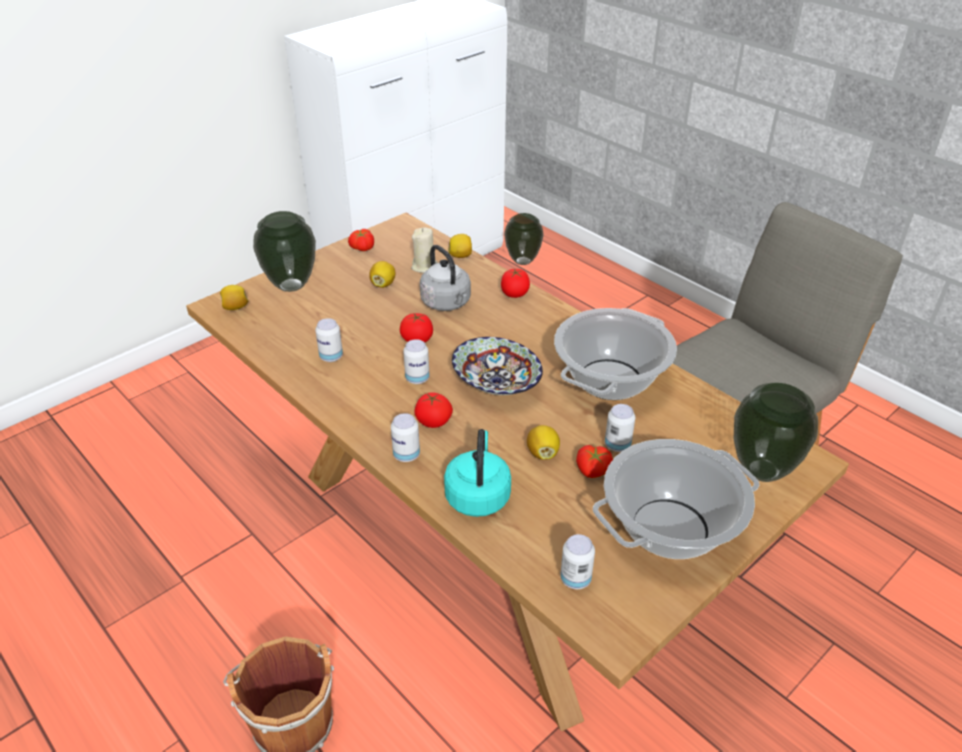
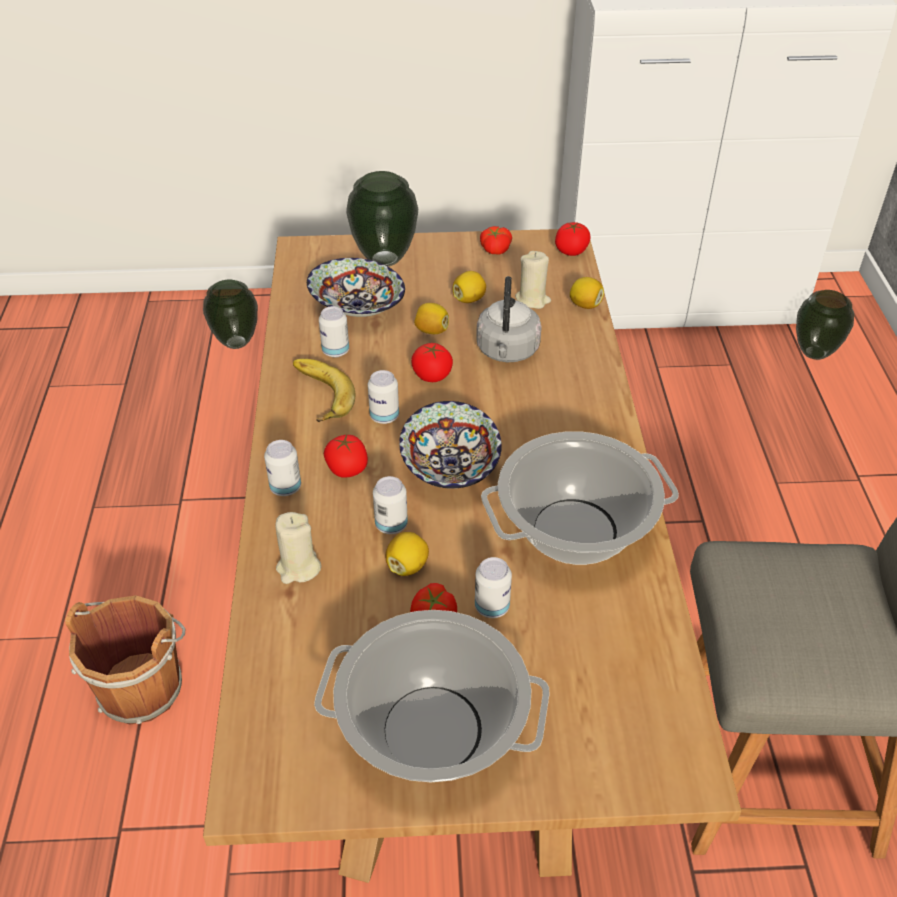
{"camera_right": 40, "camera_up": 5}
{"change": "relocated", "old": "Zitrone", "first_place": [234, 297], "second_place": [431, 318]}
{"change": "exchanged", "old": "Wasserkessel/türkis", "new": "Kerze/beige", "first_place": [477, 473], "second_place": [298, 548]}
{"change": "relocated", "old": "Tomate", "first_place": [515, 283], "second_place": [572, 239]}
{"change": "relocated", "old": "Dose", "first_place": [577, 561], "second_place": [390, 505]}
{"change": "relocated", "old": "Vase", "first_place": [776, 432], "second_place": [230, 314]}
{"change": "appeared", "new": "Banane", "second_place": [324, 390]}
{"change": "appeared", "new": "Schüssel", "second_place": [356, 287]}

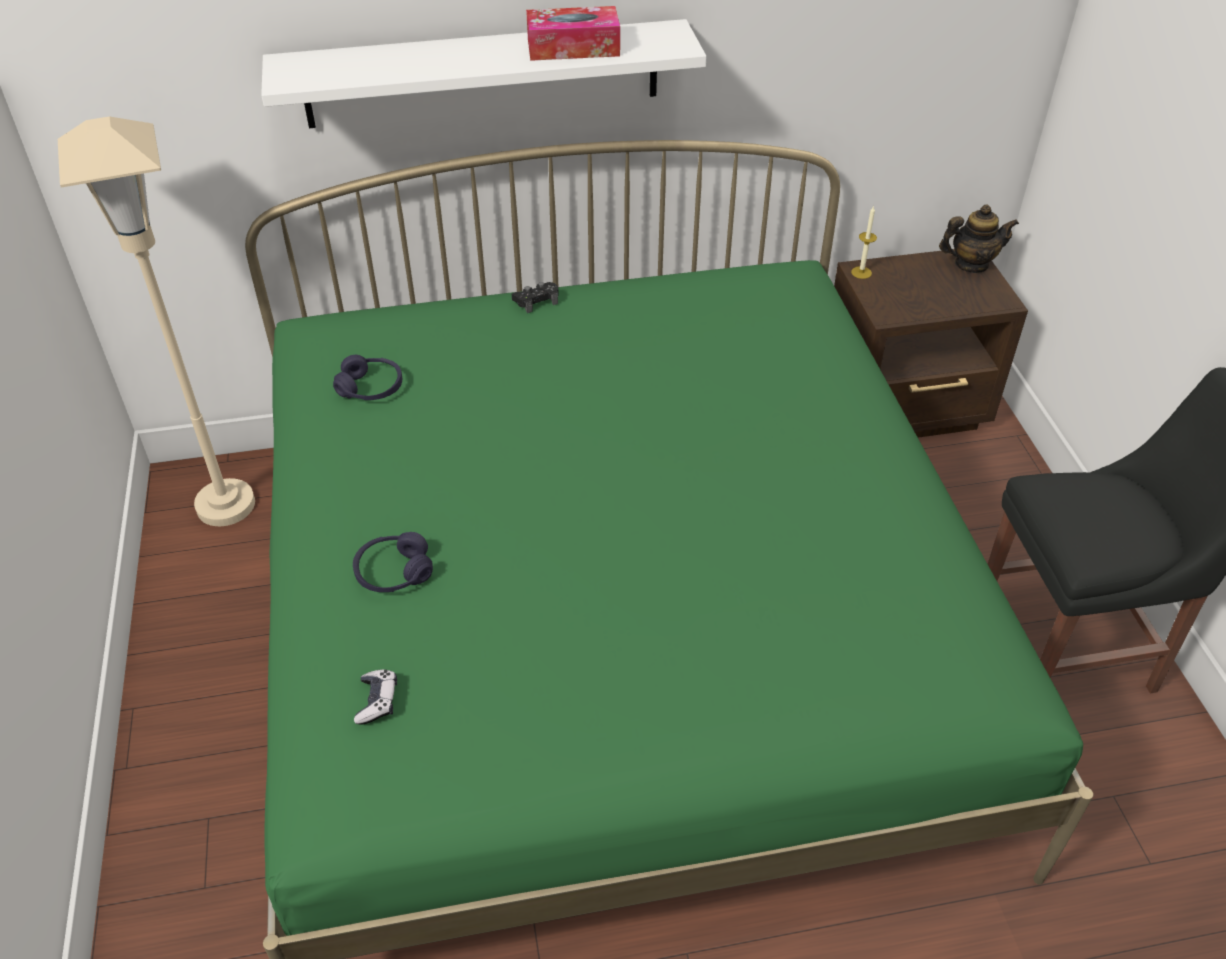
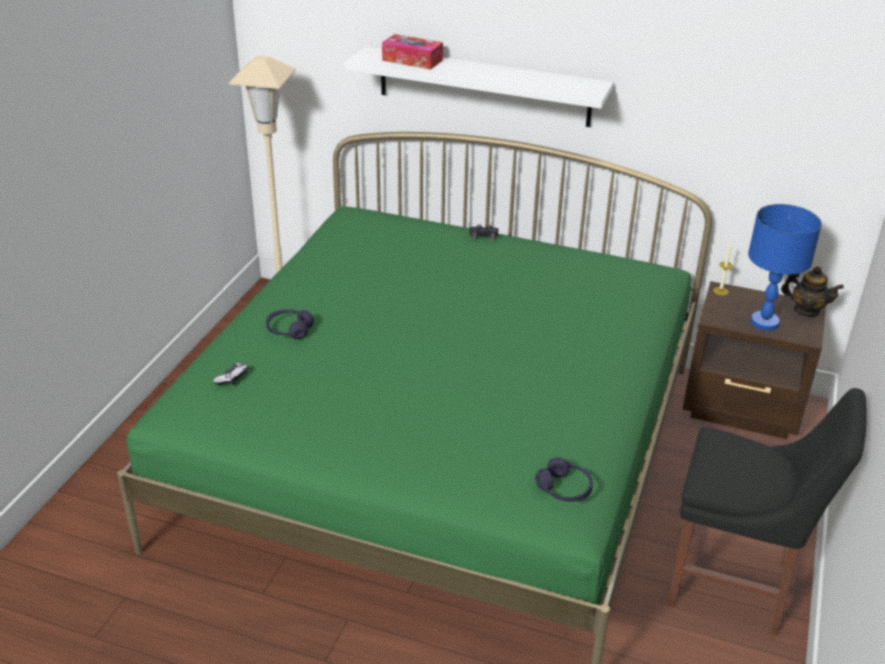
{"camera_right": 30, "camera_up": -10}
{"change": "relocated", "old": "Kopfhörer/lila", "first_place": [367, 377], "second_place": [564, 479]}
{"change": "relocated", "old": "Taschentuchbox", "first_place": [573, 33], "second_place": [412, 52]}
{"change": "appeared", "new": "Tischlampe/blau", "second_place": [785, 267]}

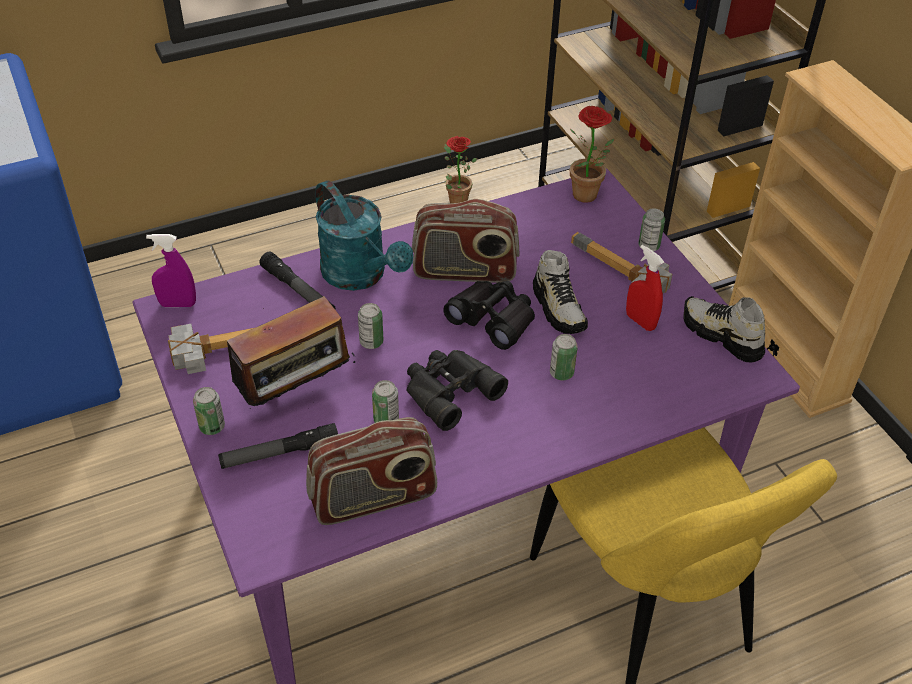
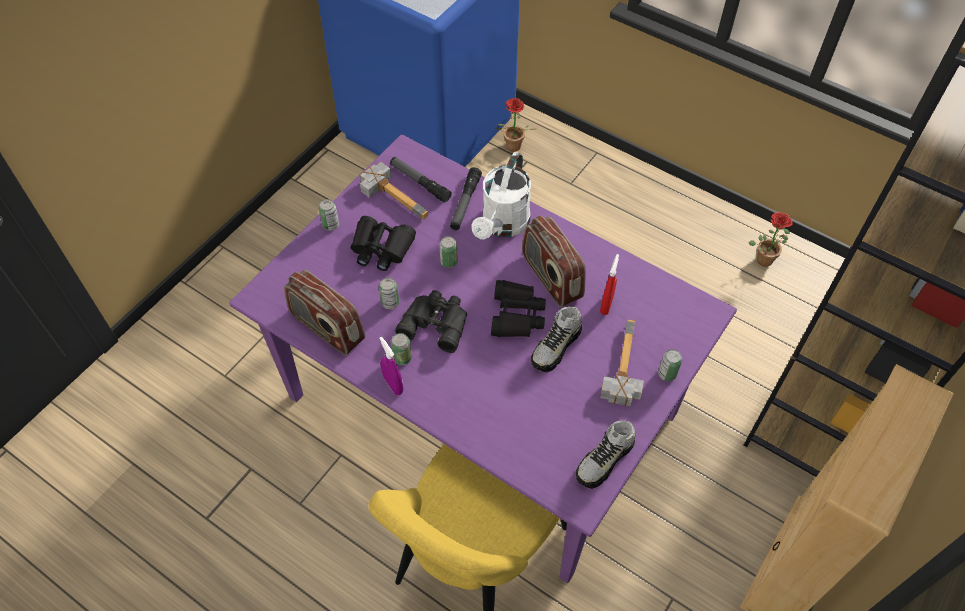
{"camera_right": 60, "camera_up": 10}
{"change": "relocated", "old": "Sprühflasche/lila", "first_place": [171, 270], "second_place": [391, 366]}
{"change": "exchanged", "old": "Radio", "new": "Fernglas/schwarz", "first_place": [285, 352], "second_place": [383, 243]}
{"change": "relocated", "old": "Taschenlampe", "first_place": [278, 446], "second_place": [421, 180]}
{"change": "colour", "old": "Gießkanne/türkis", "new": "Gießkanne/weiß", "first_place": [364, 235], "second_place": [501, 195]}
{"change": "relocated", "old": "Dose", "first_place": [564, 357], "second_place": [401, 349]}
{"change": "relocated", "old": "Topfpflanze", "first_place": [591, 154], "second_place": [515, 125]}
{"change": "relocated", "old": "Sprühflasche/rot", "first_place": [645, 288], "second_place": [609, 284]}
{"change": "spun", "old": "Schuh", "first_place": [724, 329], "second_place": [605, 455], "degrees": -150}

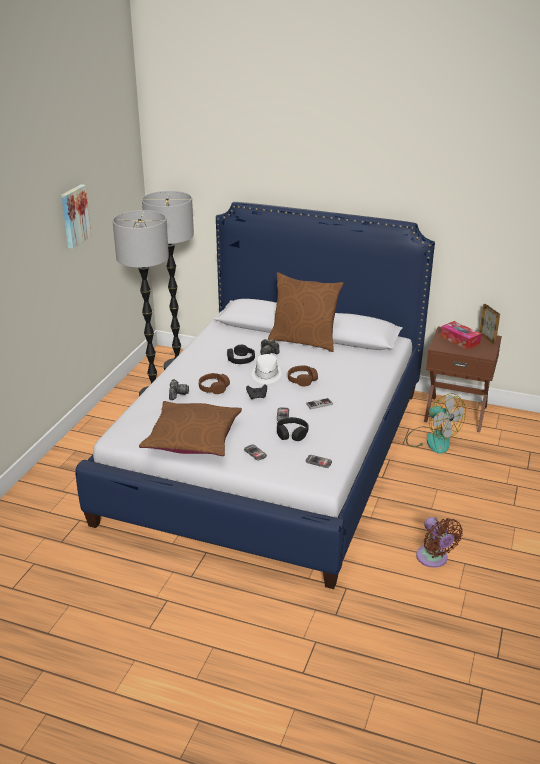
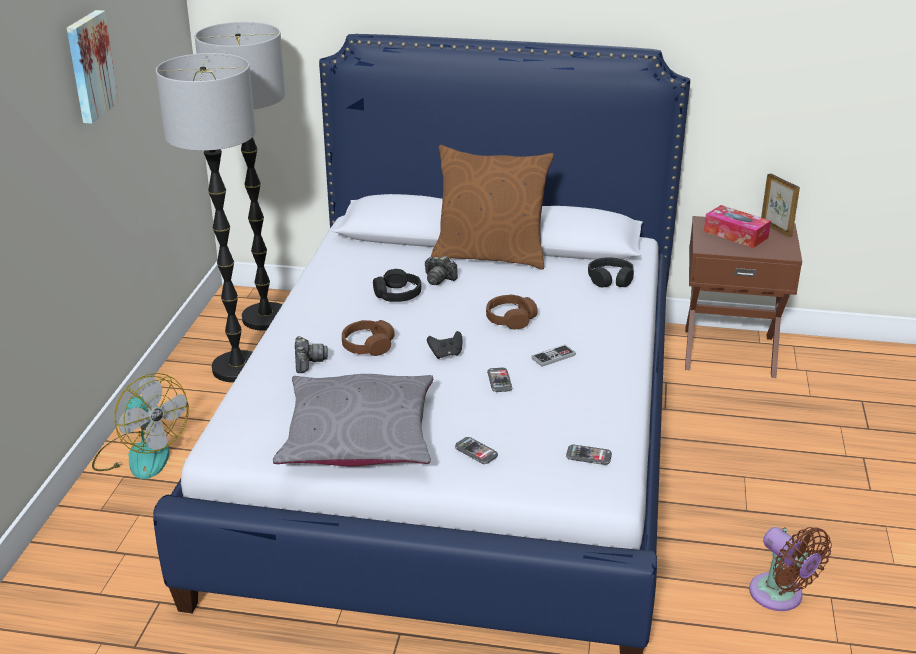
{"camera_right": -10, "camera_up": 0}
{"change": "colour", "old": "Kissen/braun", "new": "Kissen/grau", "first_place": [190, 428], "second_place": [353, 420]}
{"change": "missing", "old": "Hut/weiß", "first_place": [267, 369]}
{"change": "relocated", "old": "Kopfhörer/schwarz", "first_place": [293, 429], "second_place": [611, 272]}
{"change": "relocated", "old": "Ventilator", "first_place": [436, 423], "second_place": [140, 426]}

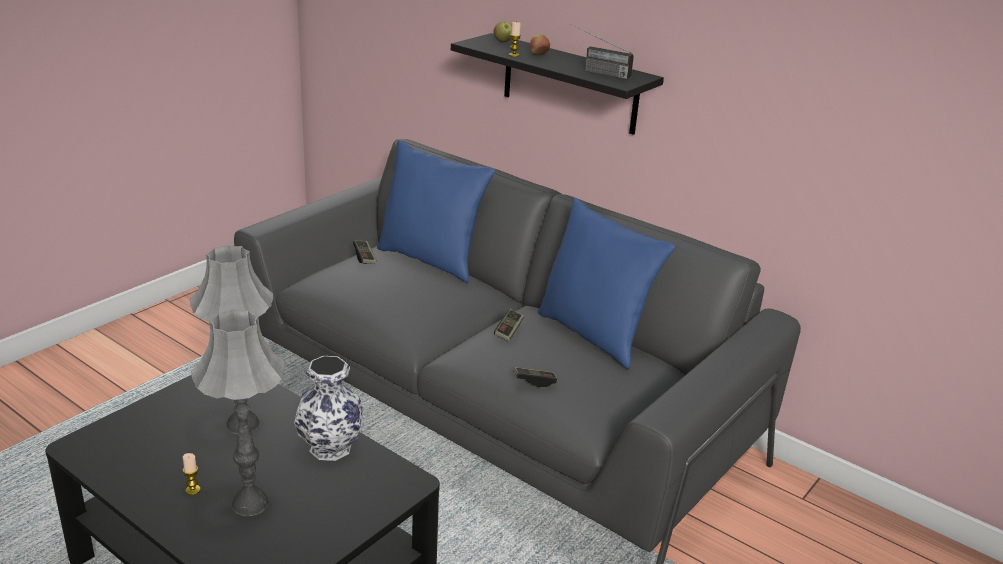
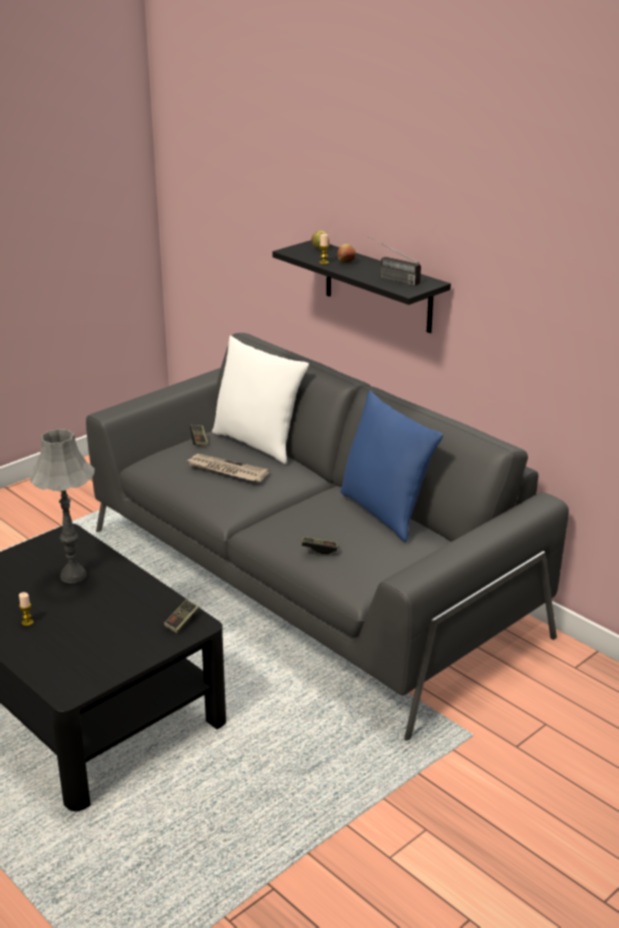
{"camera_right": 10, "camera_up": 0}
{"change": "missing", "old": "Tischlampe/grau", "first_place": [238, 412]}
{"change": "missing", "old": "Vase", "first_place": [329, 408]}
{"change": "colour", "old": "Kissen/blau", "new": "Kissen/weiß", "first_place": [436, 211], "second_place": [260, 399]}
{"change": "relocated", "old": "Gamepad", "first_place": [509, 325], "second_place": [181, 616]}
{"change": "appeared", "new": "Zeitung", "second_place": [228, 467]}

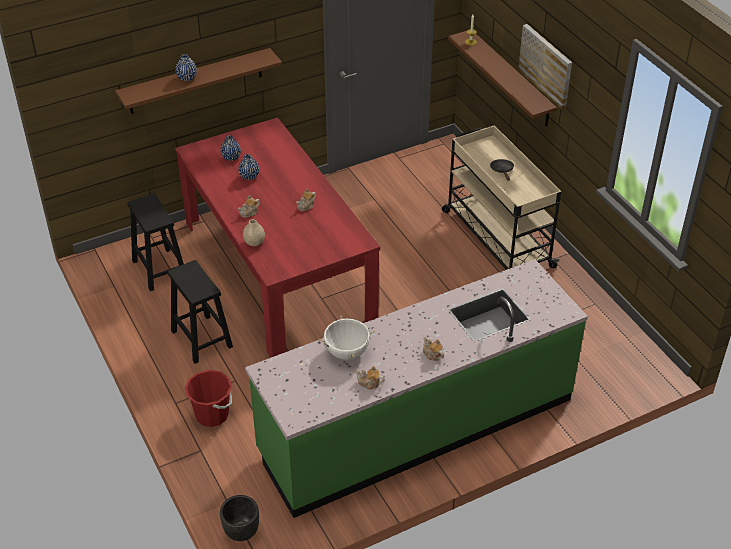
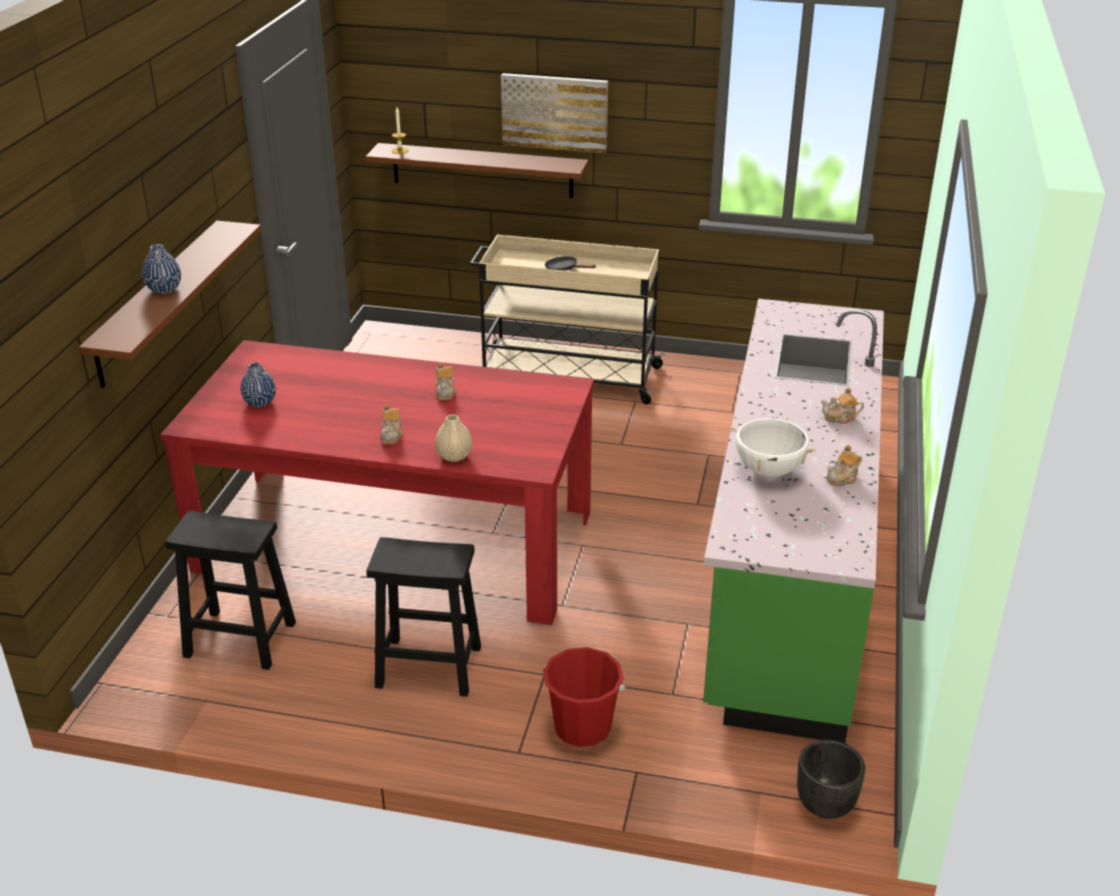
{"camera_right": -50, "camera_up": -10}
{"change": "missing", "old": "Vase/blau", "first_place": [248, 167]}

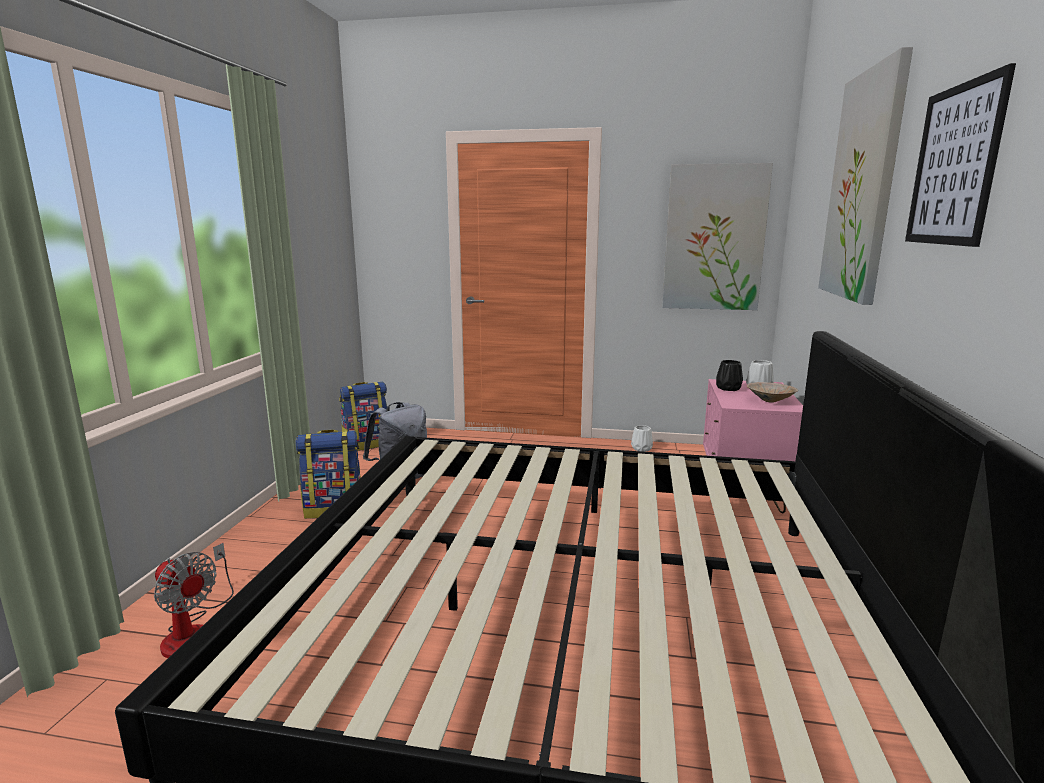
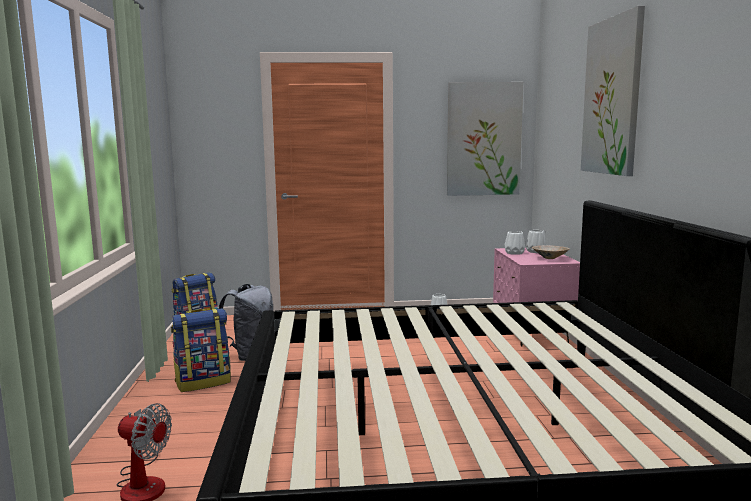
{"camera_right": -15, "camera_up": -5}
{"change": "colour", "old": "Vase/schwarz", "new": "Vase/weiß", "first_place": [729, 375], "second_place": [515, 243]}
{"change": "missing", "old": "Bild", "first_place": [960, 155]}

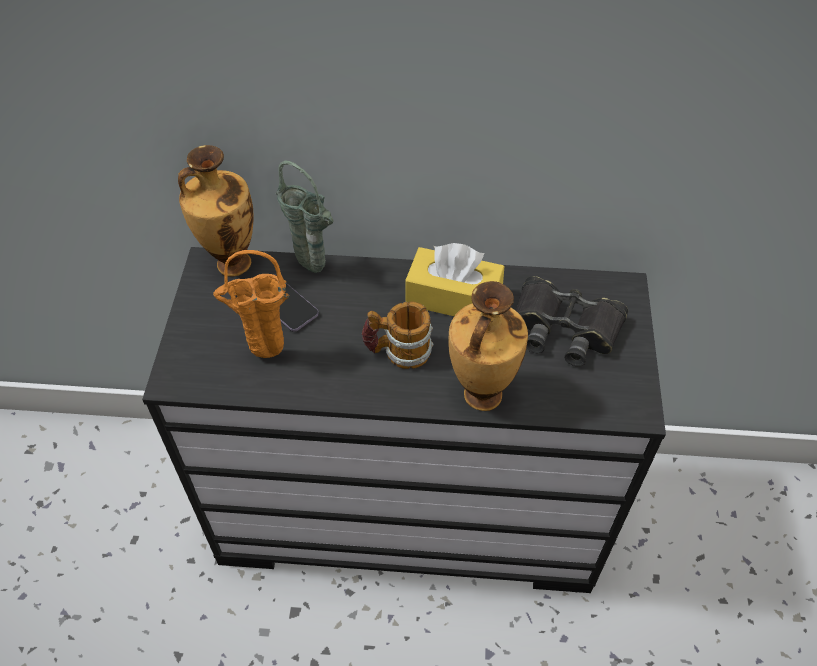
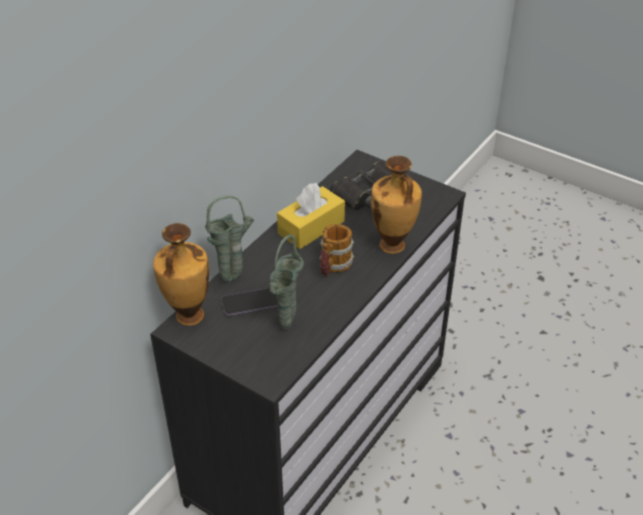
{"camera_right": -60, "camera_up": -10}
{"change": "colour", "old": "Vase/orange", "new": "Vase/grün", "first_place": [251, 304], "second_place": [287, 282]}

